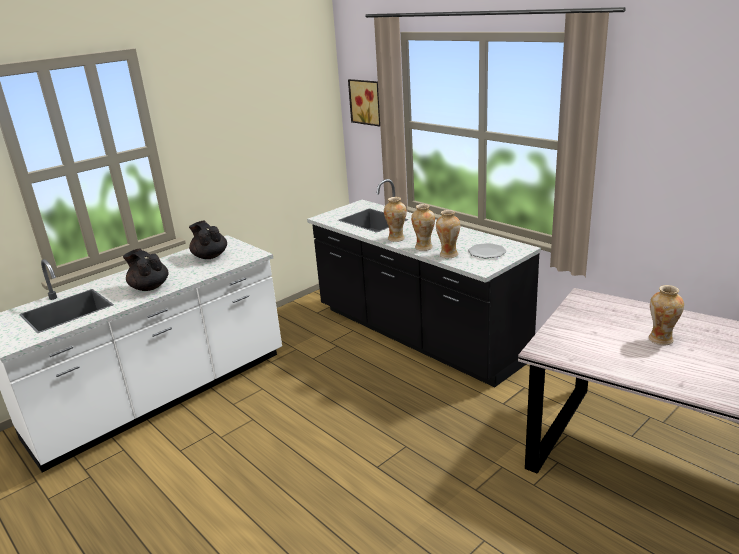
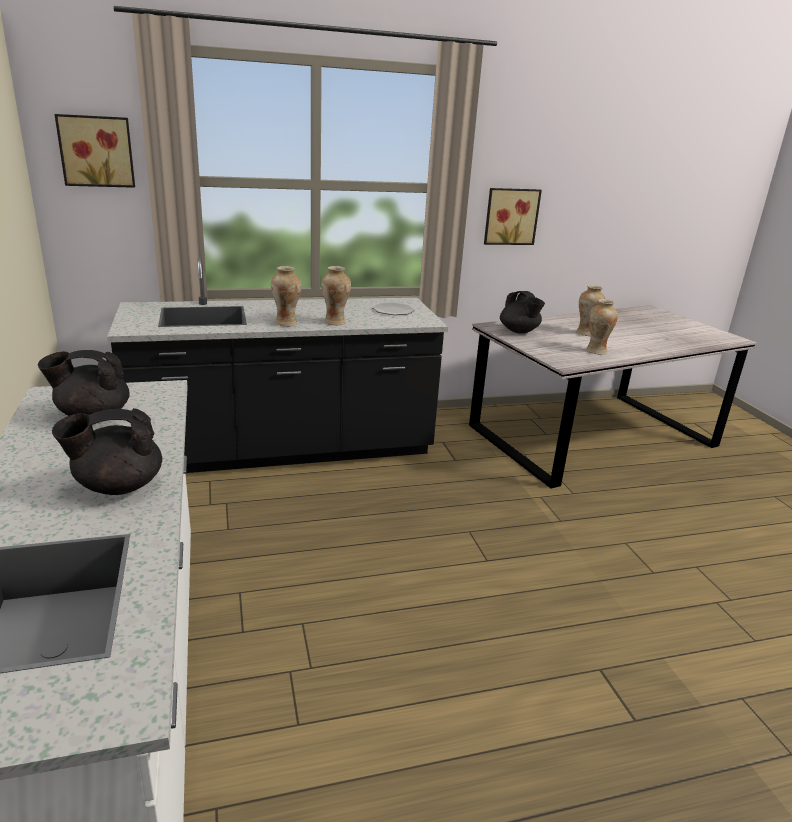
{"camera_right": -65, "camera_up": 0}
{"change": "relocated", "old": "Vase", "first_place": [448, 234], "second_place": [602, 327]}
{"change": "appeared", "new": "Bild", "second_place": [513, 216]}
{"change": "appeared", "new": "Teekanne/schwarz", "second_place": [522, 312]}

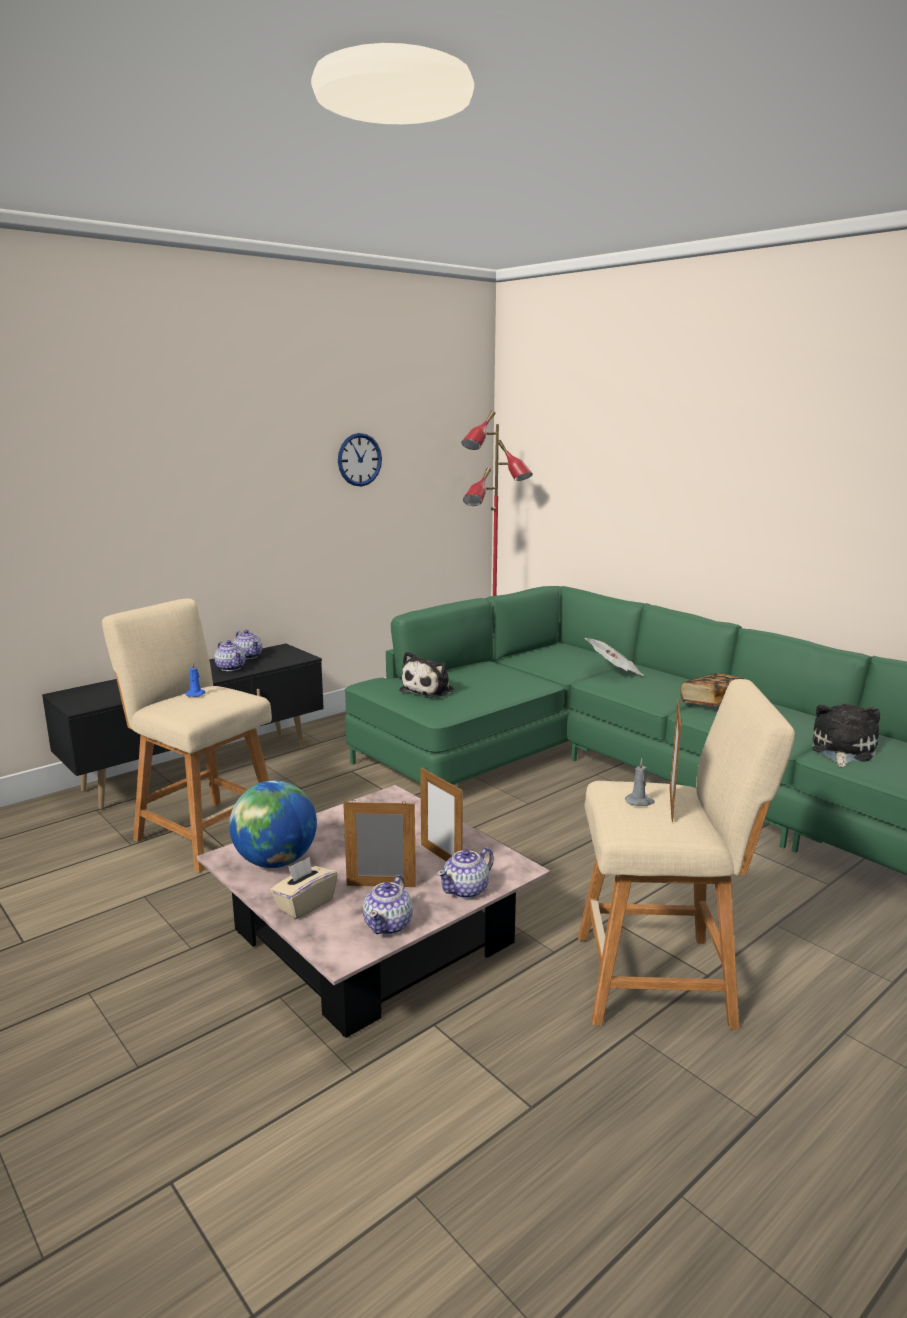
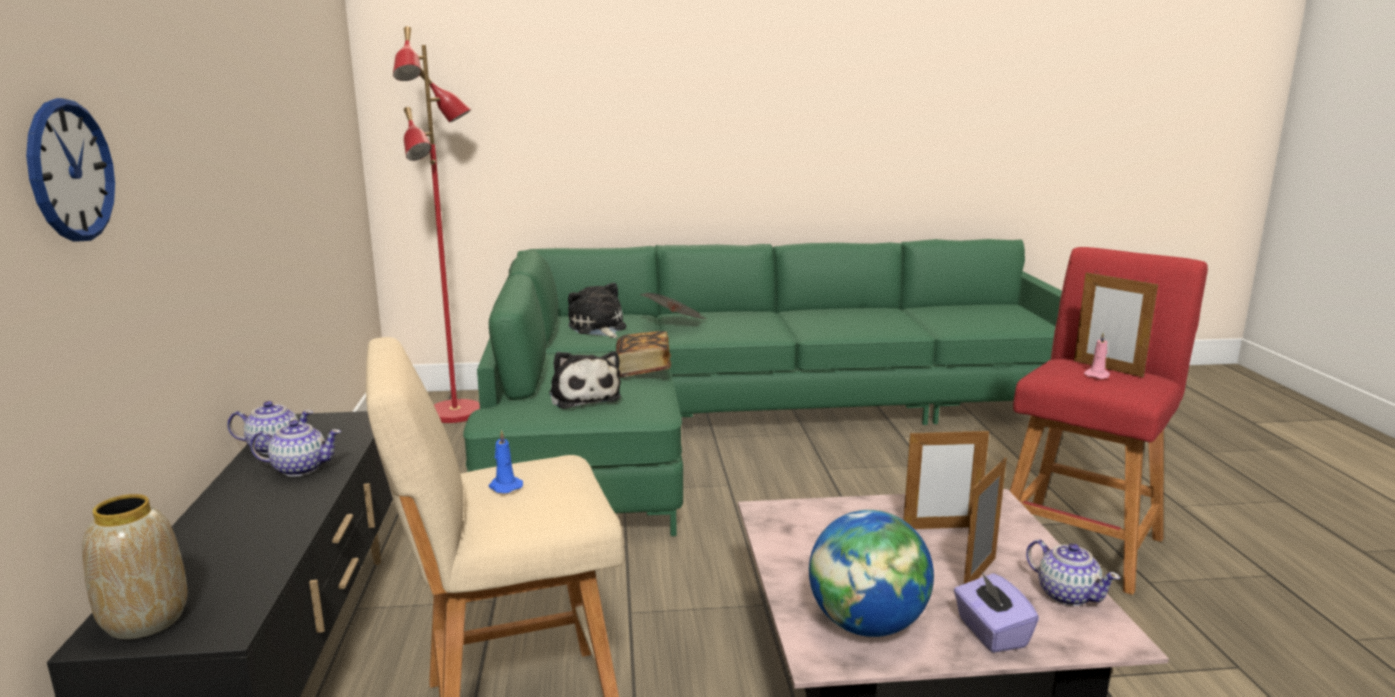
{"camera_right": -55, "camera_up": 0}
{"change": "colour", "old": "Taschentuchbox/beige", "new": "Taschentuchbox/lila", "first_place": [304, 888], "second_place": [996, 612]}
{"change": "relocated", "old": "Wanduhr", "first_place": [360, 460], "second_place": [70, 169]}
{"change": "missing", "old": "Teekanne", "first_place": [465, 873]}
{"change": "colour", "old": "Hocker/beige", "new": "Hocker/rot", "first_place": [686, 854], "second_place": [1109, 421]}
{"change": "colour", "old": "Kerze/grau", "new": "Kerze/rosa", "first_place": [640, 782], "second_place": [1097, 355]}
{"change": "relocated", "old": "Buch", "first_place": [714, 689], "second_place": [643, 354]}
{"change": "relocated", "old": "Plüschtier", "first_place": [846, 736], "second_place": [597, 310]}
{"change": "appeared", "new": "Vase", "second_place": [134, 566]}

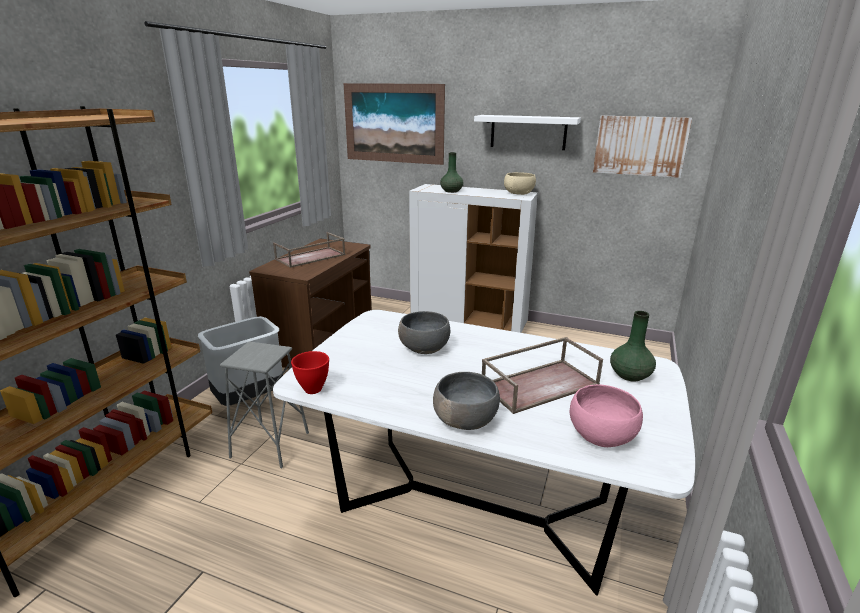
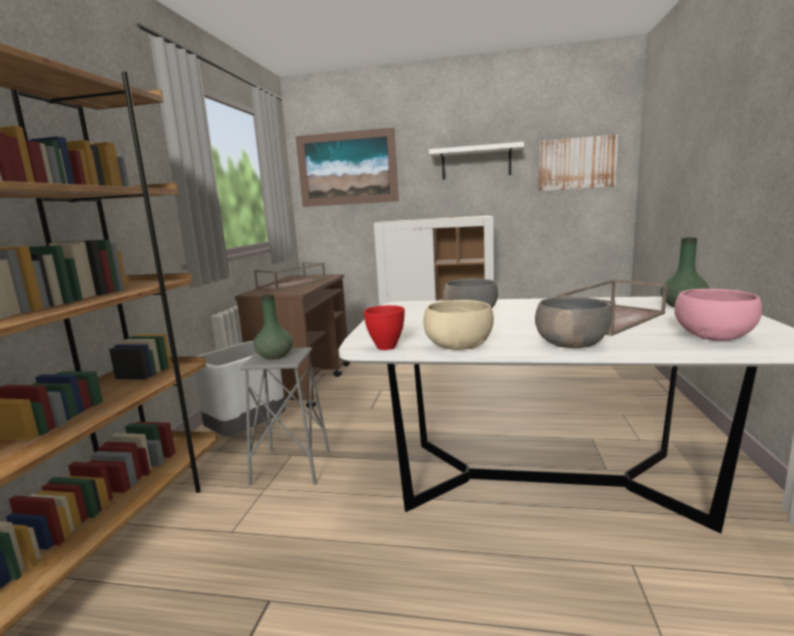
{"camera_right": -10, "camera_up": -10}
{"change": "relocated", "old": "Vase/grün", "first_place": [451, 172], "second_place": [273, 327]}
{"change": "relocated", "old": "Schüssel/beige", "first_place": [520, 183], "second_place": [458, 325]}

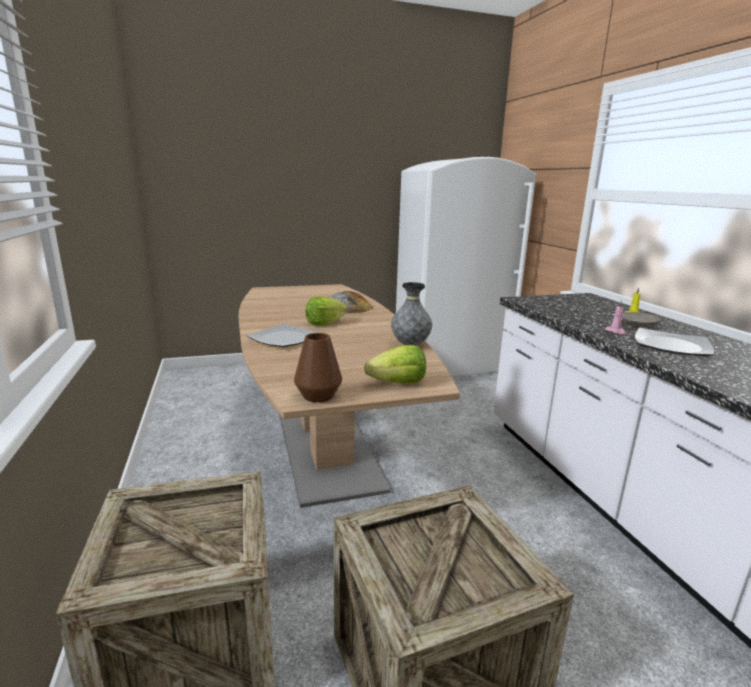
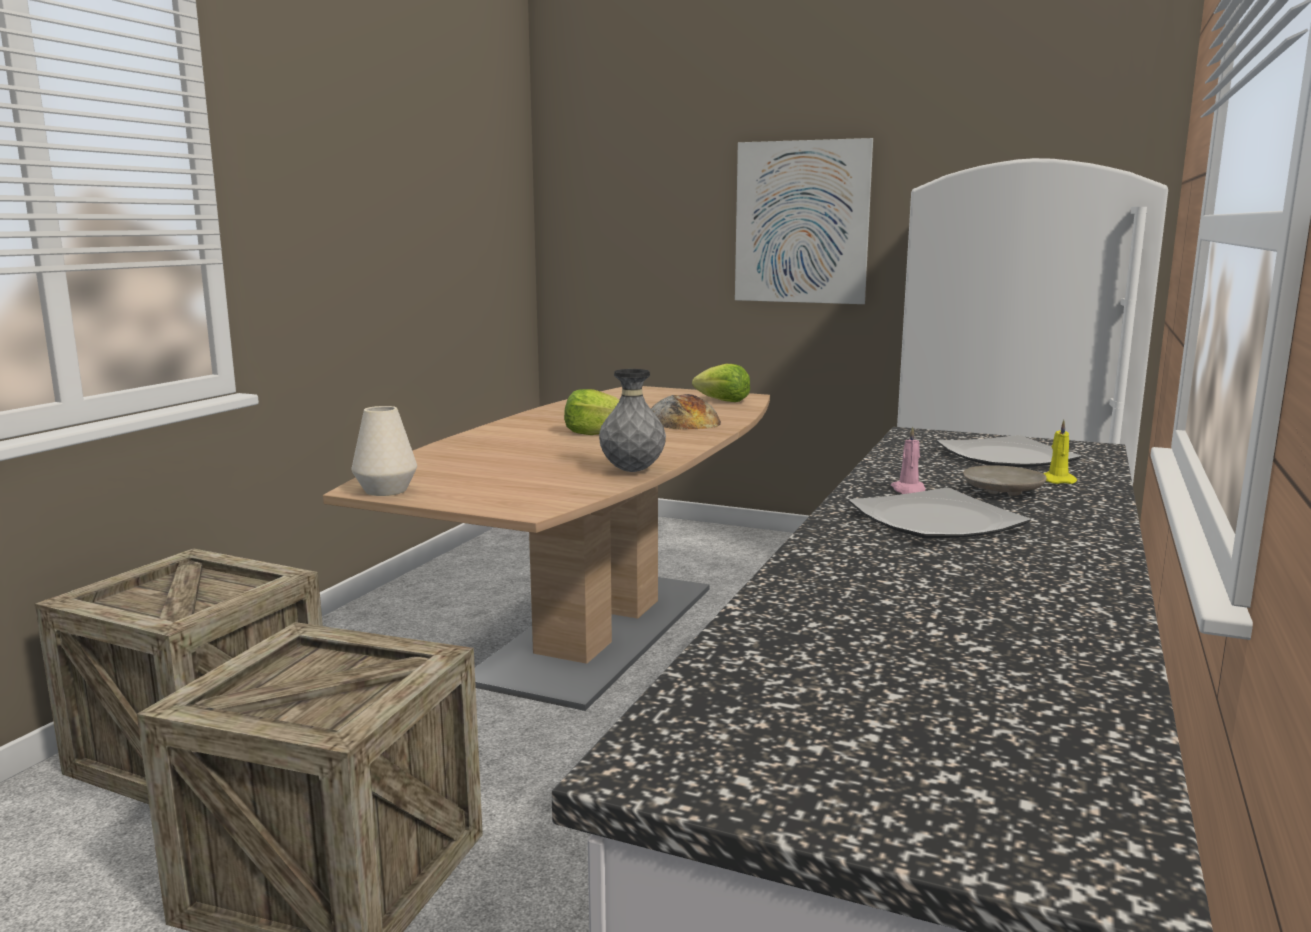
{"camera_right": 40, "camera_up": -5}
{"change": "relocated", "old": "Teller", "first_place": [283, 335], "second_place": [1009, 451]}
{"change": "colour", "old": "Vase/braun", "new": "Vase/weiß", "first_place": [318, 367], "second_place": [384, 451]}
{"change": "relocated", "old": "Salatkopf", "first_place": [395, 364], "second_place": [721, 383]}
{"change": "appeared", "new": "Bild", "second_place": [804, 221]}

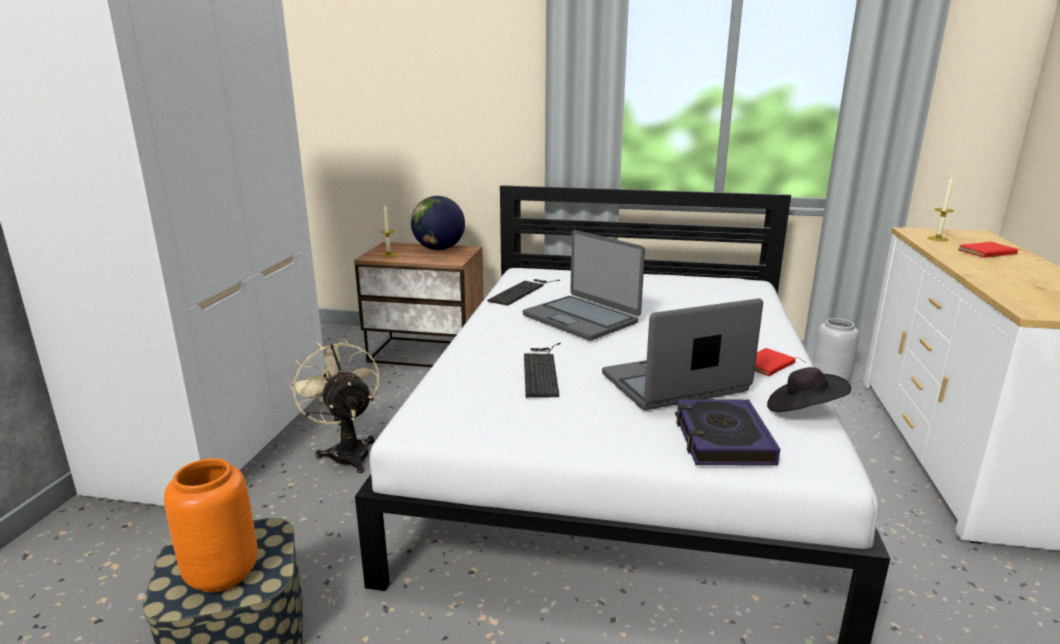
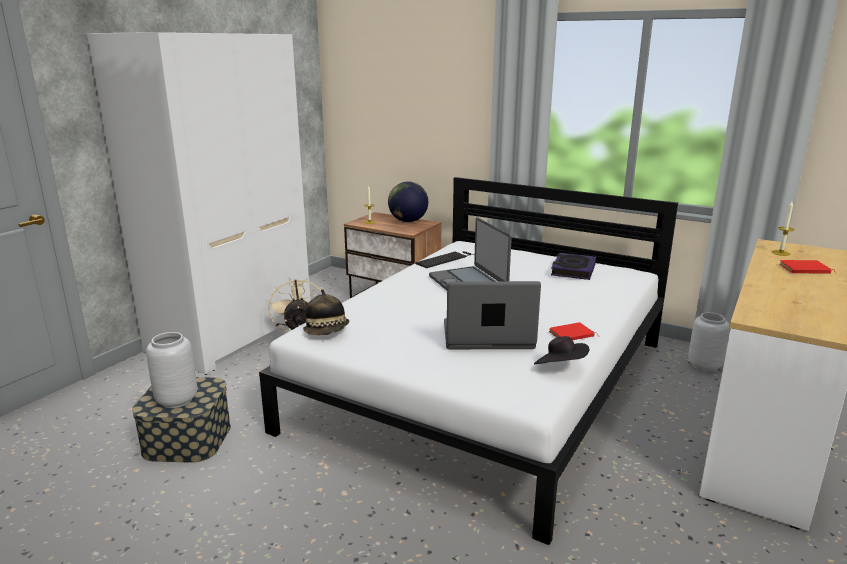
{"camera_right": 20, "camera_up": 0}
{"change": "colour", "old": "Vase/orange", "new": "Vase/grau", "first_place": [211, 525], "second_place": [171, 370]}
{"change": "missing", "old": "Tastatur", "first_place": [542, 370]}
{"change": "relocated", "old": "Buch", "first_place": [727, 432], "second_place": [573, 266]}
{"change": "appeared", "new": "Hut", "second_place": [326, 312]}

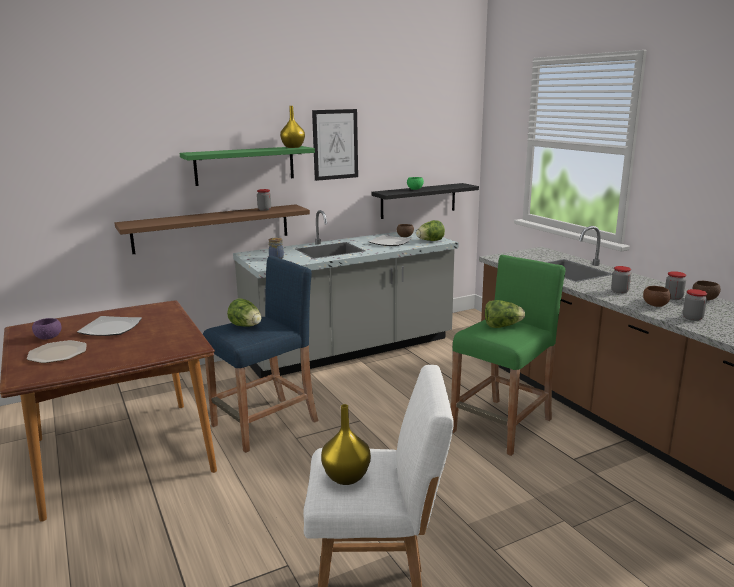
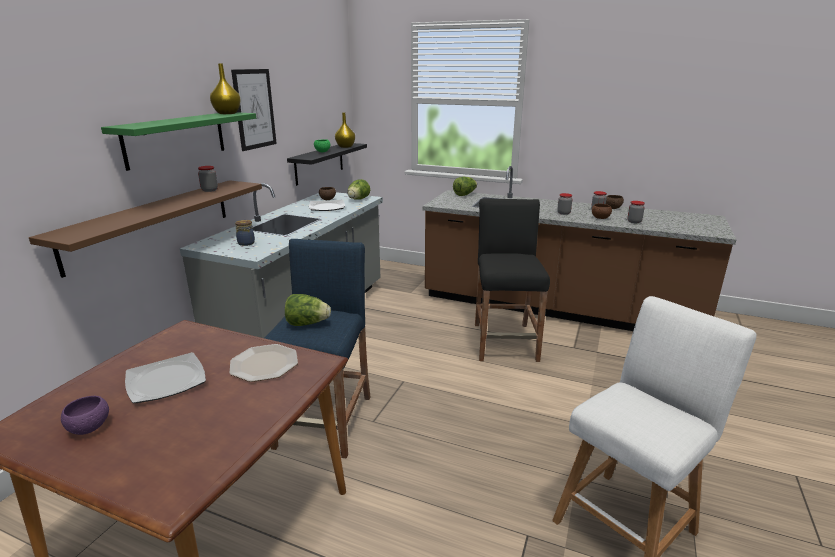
{"camera_right": -40, "camera_up": 5}
{"change": "relocated", "old": "Teller", "first_place": [57, 351], "second_place": [264, 363]}
{"change": "relocated", "old": "Vase/gelb", "first_place": [346, 444], "second_place": [345, 130]}
{"change": "colour", "old": "Hocker/grün", "new": "Hocker/schwarz", "first_place": [508, 355], "second_place": [512, 280]}
{"change": "relocated", "old": "Salatkopf", "first_place": [505, 314], "second_place": [465, 186]}

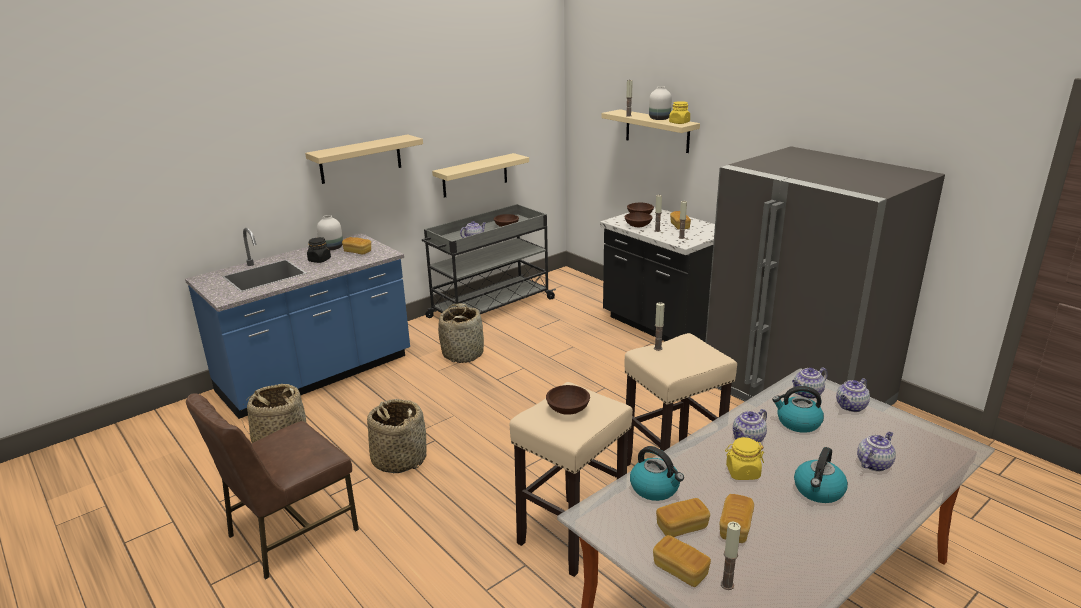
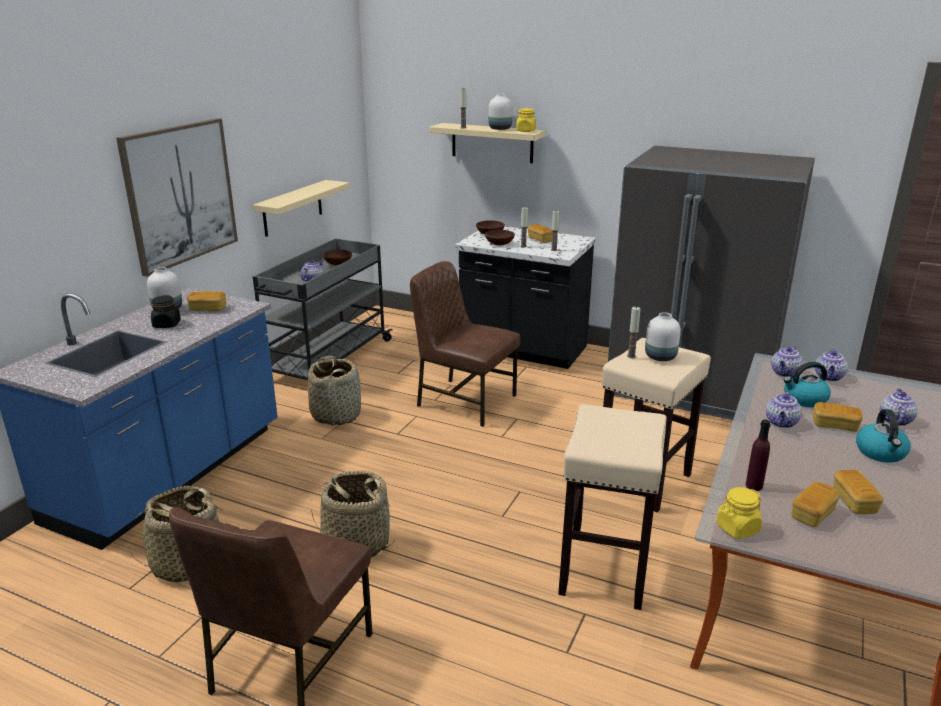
{"camera_right": -25, "camera_up": 0}
{"change": "exchanged", "old": "Wandregal/beige", "new": "Bild", "first_place": [364, 159], "second_place": [177, 197]}
{"change": "missing", "old": "Schüssel/braun", "first_place": [568, 400]}
{"change": "exchanged", "old": "Wasserkessel", "new": "Flasche/lila", "first_place": [657, 473], "second_place": [758, 455]}
{"change": "relocated", "old": "Brot", "first_place": [682, 561], "second_place": [838, 417]}
{"change": "missing", "old": "Kerze", "first_place": [731, 556]}
{"change": "relocated", "old": "Vorratsglas/gelb", "first_place": [744, 458], "second_place": [739, 513]}
{"change": "appeared", "new": "Stuhl/braun", "second_place": [465, 344]}
{"change": "appeared", "new": "Vase/weiß", "second_place": [663, 336]}

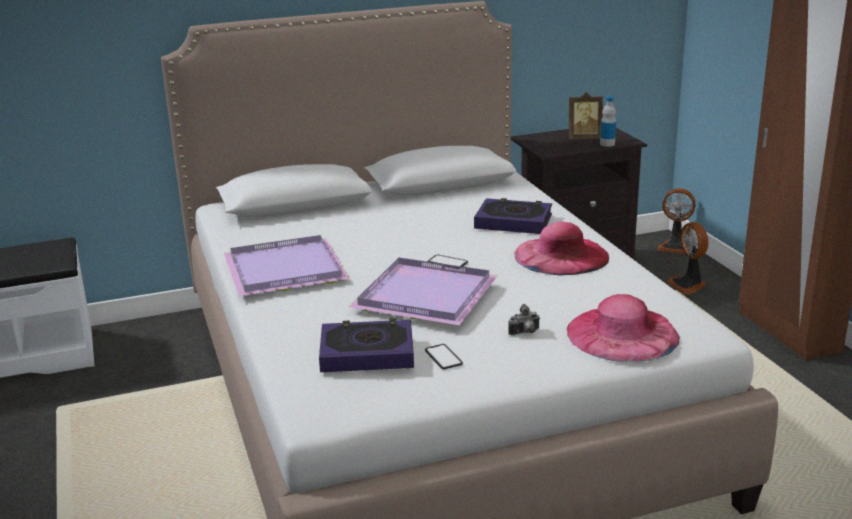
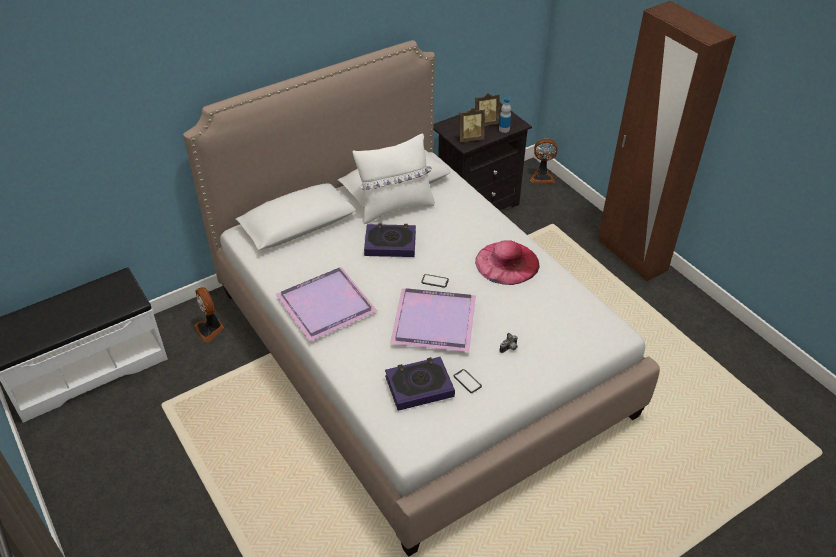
{"camera_right": -15, "camera_up": 20}
{"change": "relocated", "old": "Buch", "first_place": [513, 216], "second_place": [390, 240]}
{"change": "missing", "old": "Hut/rosa", "first_place": [623, 328]}
{"change": "relocated", "old": "Ventilator", "first_place": [688, 258], "second_place": [209, 314]}
{"change": "appeared", "new": "Kissen/weiß", "second_place": [394, 179]}
{"change": "appeared", "new": "Bilderrahmen", "second_place": [472, 125]}

